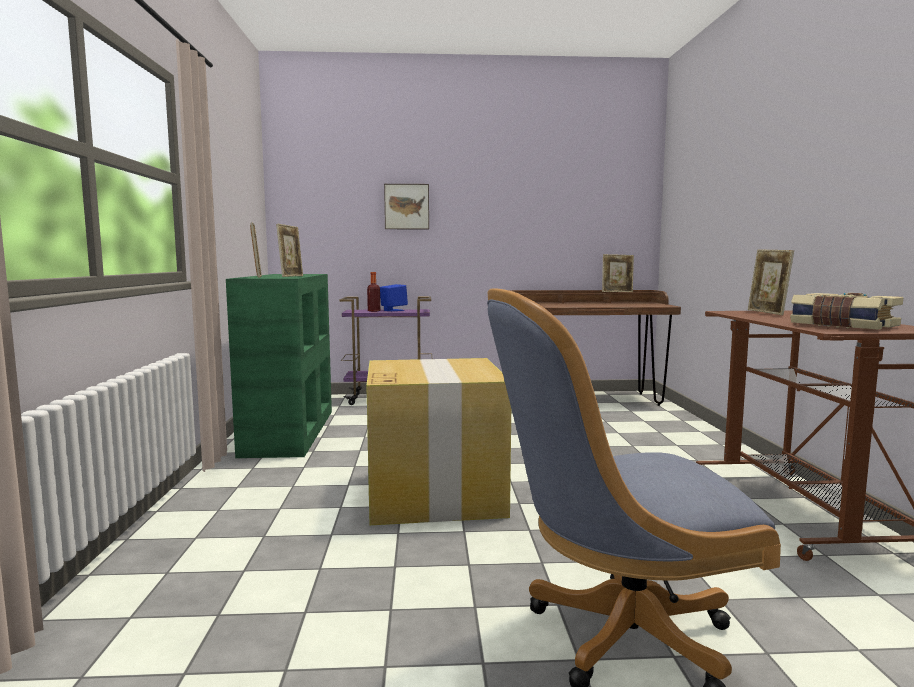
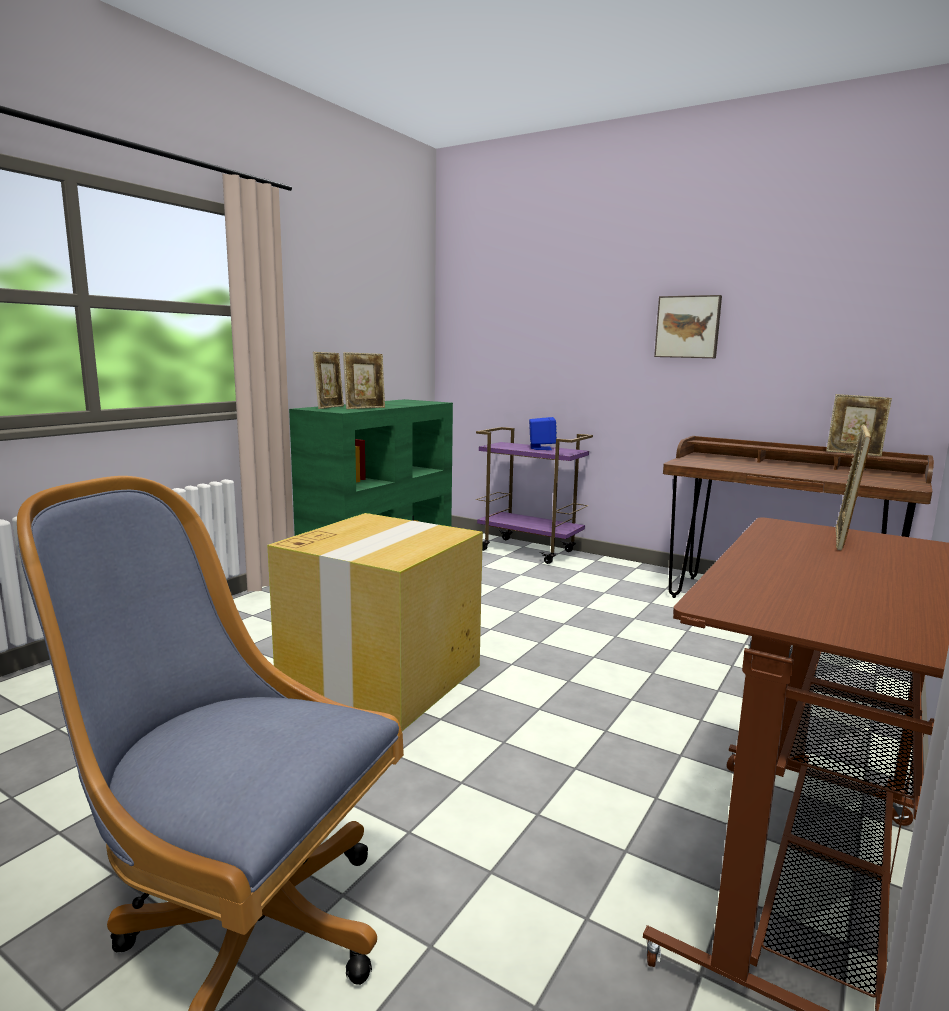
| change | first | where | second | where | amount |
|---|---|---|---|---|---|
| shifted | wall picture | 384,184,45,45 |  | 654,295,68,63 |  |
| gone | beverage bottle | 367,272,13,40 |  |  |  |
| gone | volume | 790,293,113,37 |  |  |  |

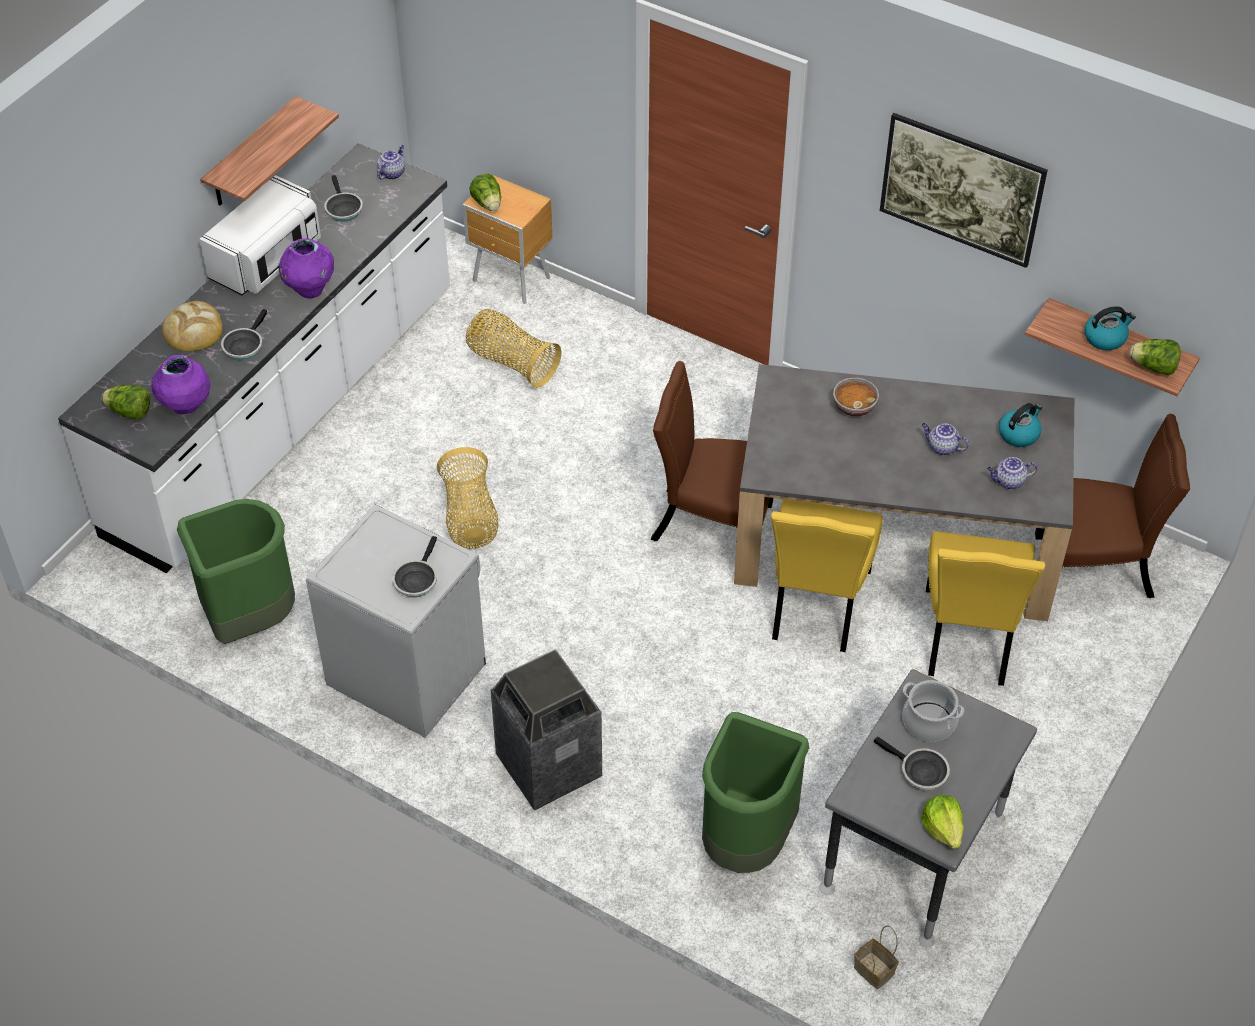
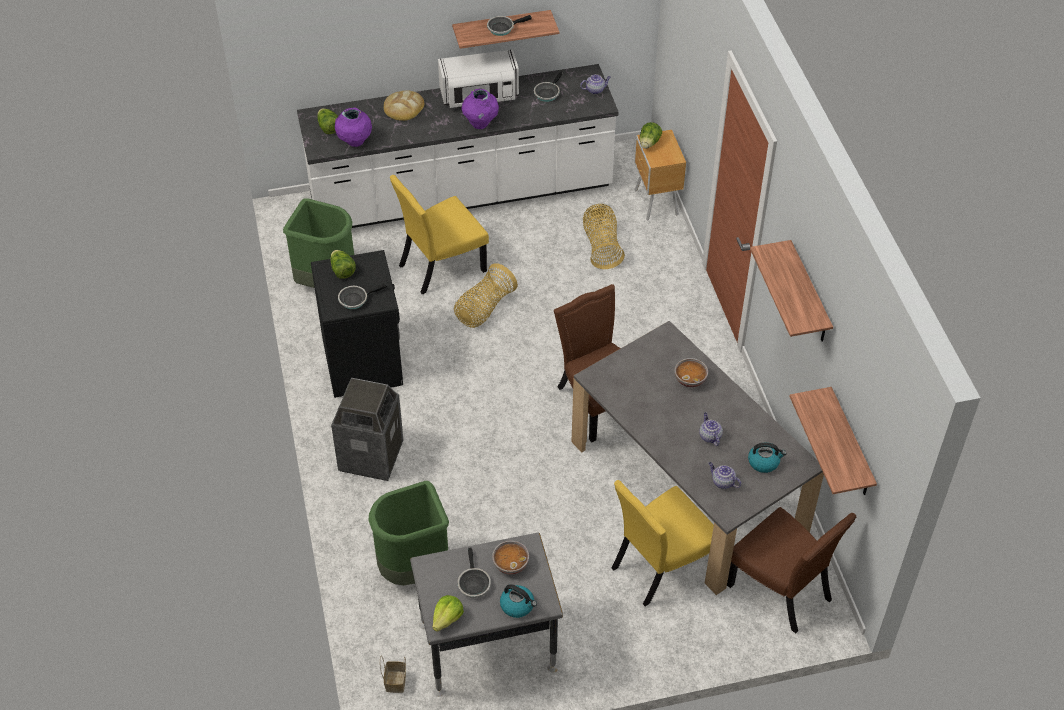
| change | first | where | second | where | amount |
|---|---|---|---|---|---|
| swapped | wall picture | 880,113,168,155 | bracket shelf | 750,240,83,101 |  |
| shifted | water kettle | 1084,306,52,45 |  | 500,584,37,34 |  |
| shifted | skillet | 221,309,46,52 |  | 487,15,45,21 |  |
| shifted | lettuce head | 1130,339,51,37 |  | 331,250,25,29 |  |
| shifted | plain chair (yellow) | 771,499,112,153 |  | 390,175,99,119 |  |
| repainted | washing machine (whitish) | 306,504,180,234 | washing machine (black-coloured) | 311,250,92,148 |  |
| swapped | stockpot | 902,680,62,62 | bowl | 492,541,37,34 |  |

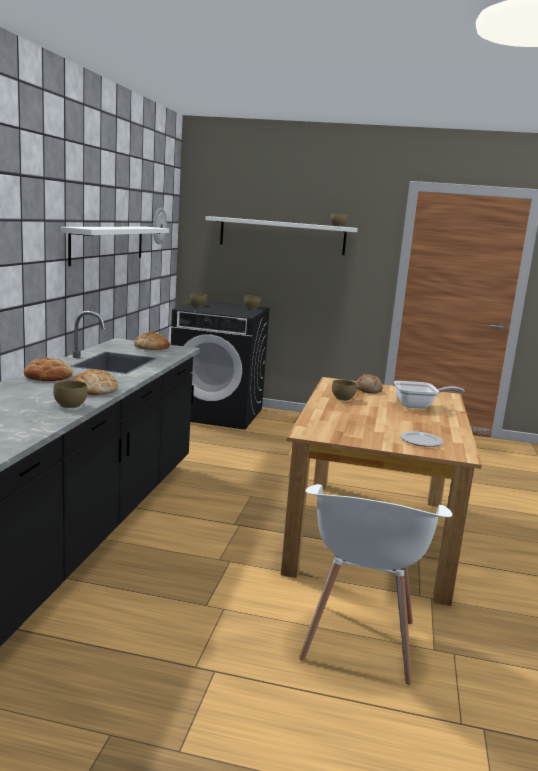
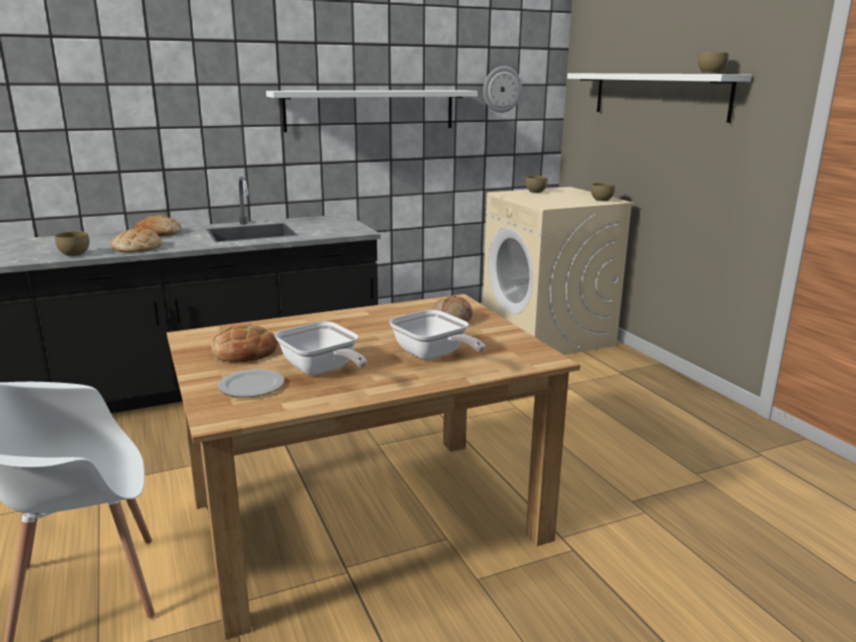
| change | first | where | second | where | amount |
|---|---|---|---|---|---|
| repainted | washing machine (black-coloured) | 171,301,99,129 | washing machine (beige) | 483,187,152,168 |  |
| shifted | baked bread | 134,332,36,18 |  | 211,324,66,38 |  |
| gone | bowl (brown-coloured) | 332,380,25,21 |  |  |  |
| new |  |  | skillet | 275,321,92,55 |  |

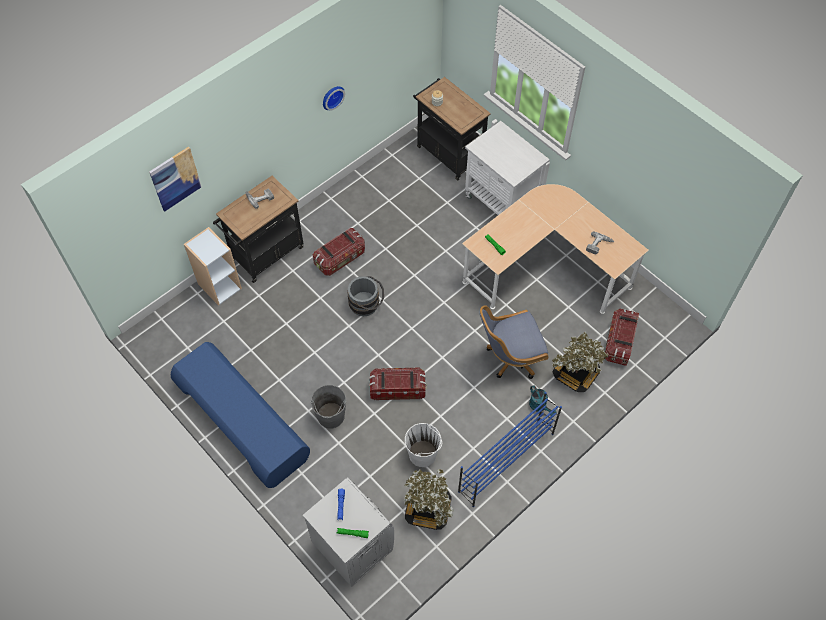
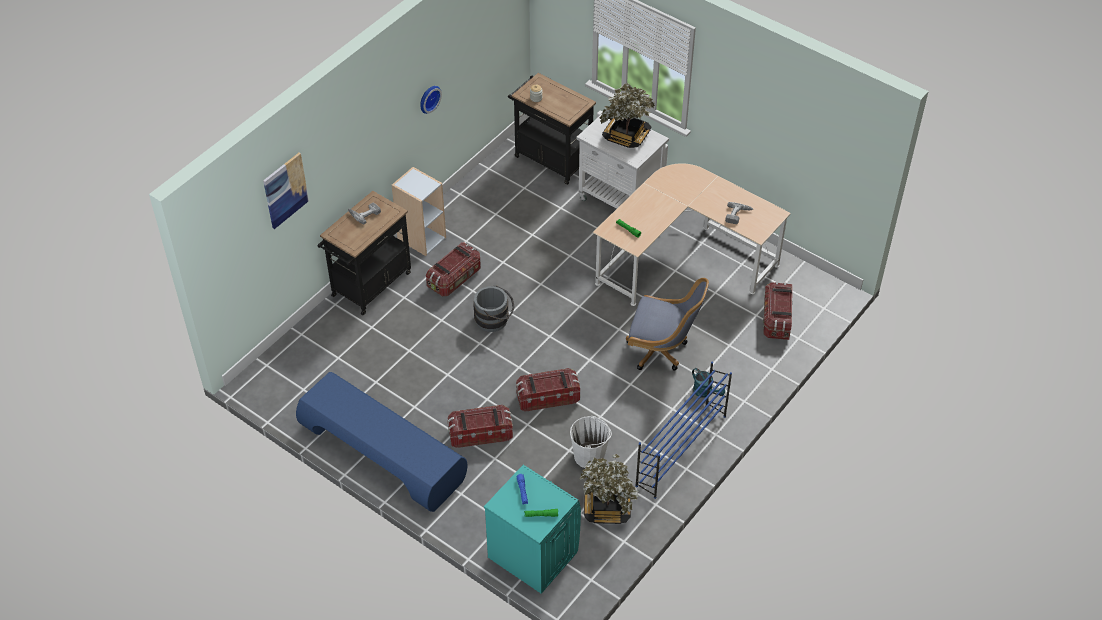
| change | first | where | second | where | amount |
|---|---|---|---|---|---|
| shifted | shelving unit | 184,227,58,79 |  | 392,167,54,89 |  |
| rotated | computer chair (bluish) | 480,305,69,74 |  | 626,278,83,93 | 135 degrees counterclockwise |
| shifted | potted plant | 552,332,56,60 |  | 600,83,56,65 |  |
| swapped | pail (greyish) | 310,385,36,43 | storage bin | 447,405,66,43 |  |
| repainted | washing machine (whitish) | 303,477,91,110 | washing machine (turquoise) | 484,465,97,129 |  |

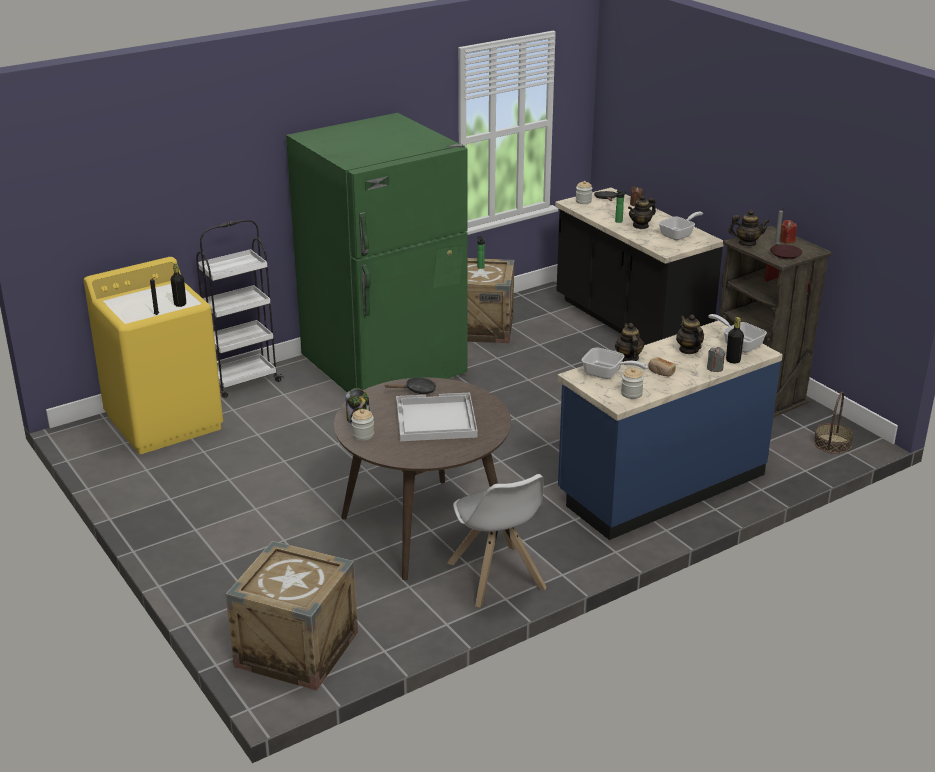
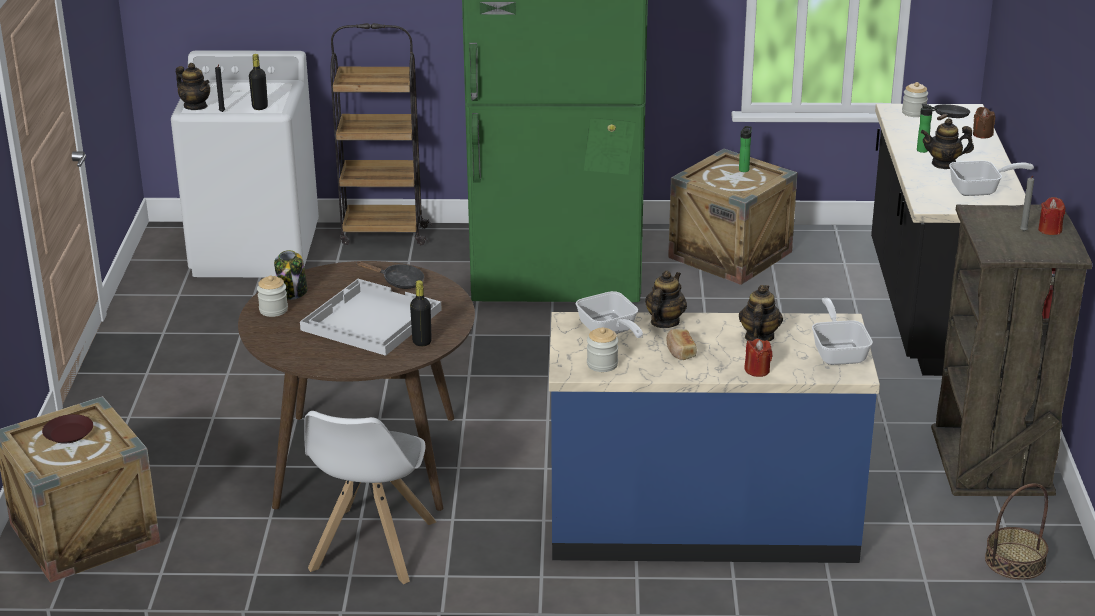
| change | first | where | second | where | amount |
|---|---|---|---|---|---|
| shifted | pot for tea | 728,210,42,36 |  | 176,63,34,47 |  |
| repainted | trolley (whitish) | 196,220,88,178 | trolley (brown-coloured) | 330,23,102,223 |  |
| shifted | flat dish (brown-coloured) | 770,244,32,15 |  | 42,414,51,29 |  |
| repainted | washing machine (yellow) | 84,257,139,197 | washing machine (whitish) | 171,50,148,227 |  |
| shifted | beverage bottle (black-coloured) | 726,317,18,47 |  | 410,280,22,66 |  |
| repainted | candle (greyish) | 707,347,18,25 | candle (reddish) | 744,339,29,38 |  |

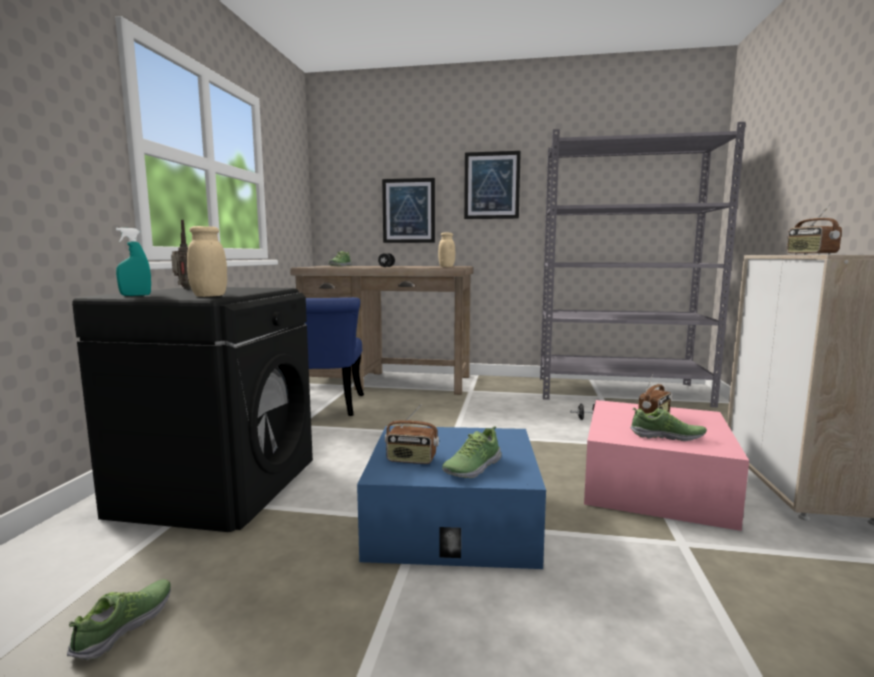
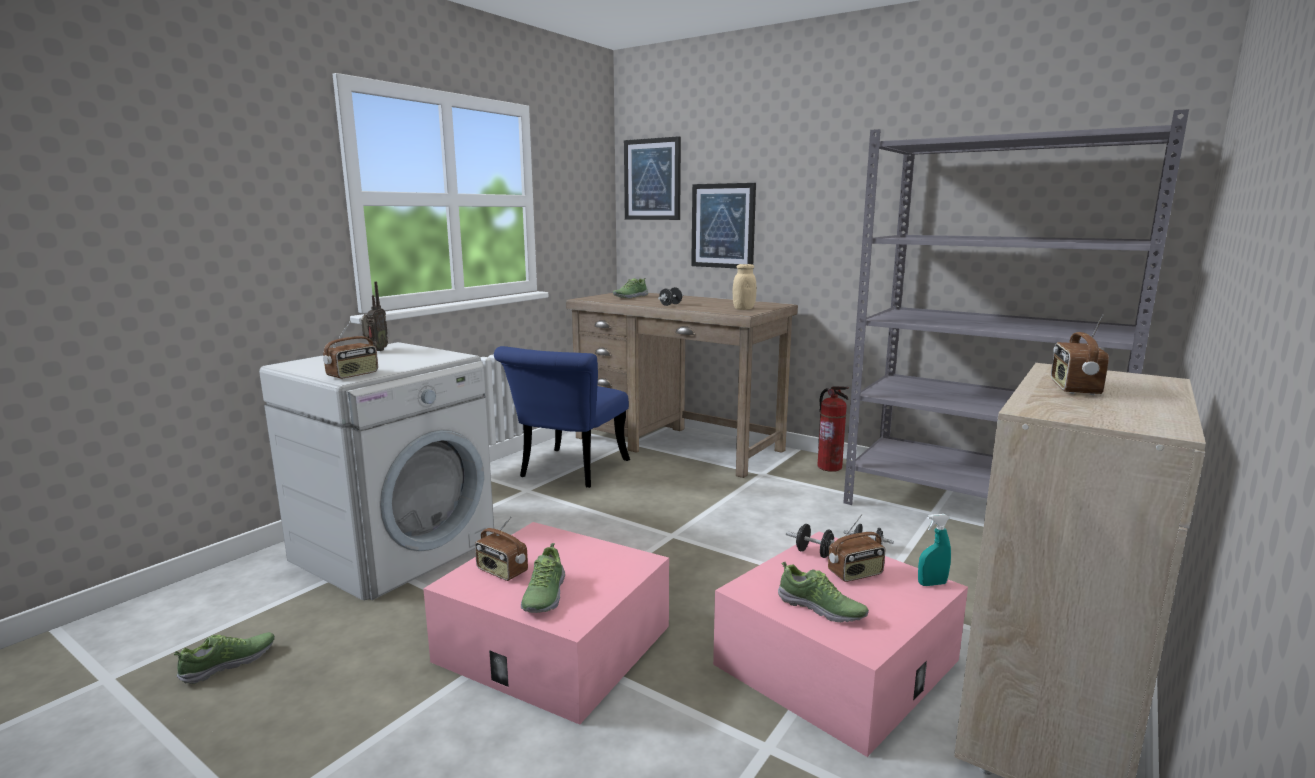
| change | first | where | second | where | amount |
|---|---|---|---|---|---|
| shifted | wall picture | 464,151,57,68 |  | 624,136,57,84 |  |
| swapped | jar (beige) | 187,226,40,71 | radio | 323,321,55,58 |  |
| shifted | spray bottle (turquoise) | 116,228,35,68 |  | 918,514,33,72 |  |
| repainted | washing machine (black-coloured) | 72,287,241,245 | washing machine (whitish) | 259,342,235,258 |  |
| repainted | storage bin (bluish) | 357,426,189,143 | storage bin (pink-coloured) | 423,522,246,203 |  |
| rotated | low shoe | 442,426,60,52 |  | 521,543,44,70 | 60 degrees counterclockwise |
| new |  |  | fire extinguisher | 817,386,32,86 |  |
| new |  |  | hand weight (black-coloured) | 786,524,49,34 |  |

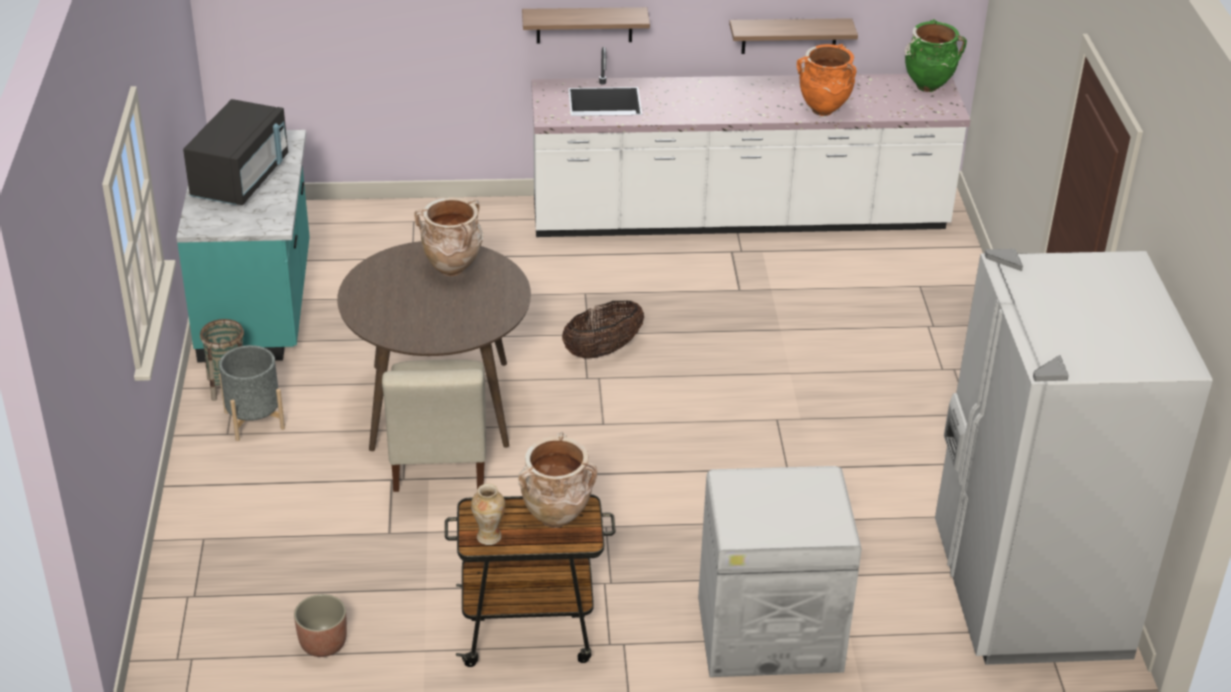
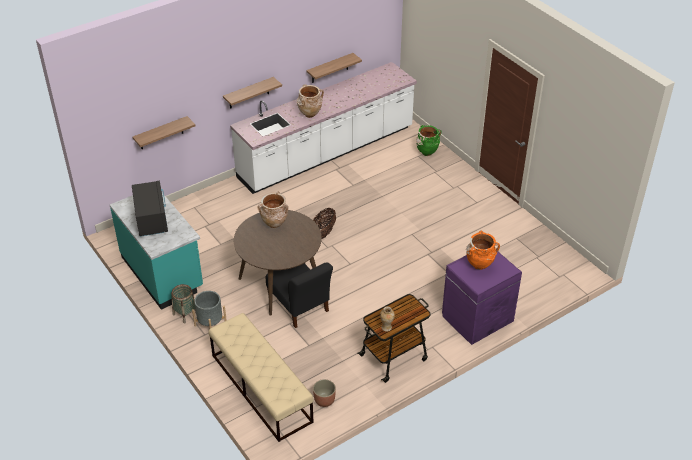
| change | first | where | second | where | amount |
|---|---|---|---|---|---|
| shifted | decorative vase (green-coloured) | 905,19,62,73 |  | 416,125,25,31 |  |
| shifted | decorative vase (orange-coloured) | 797,44,60,72 |  | 466,230,34,40 |  |
| gone | kitchen fridge (whitish) | 935,249,278,416 |  |  |  |
| repainted | plain chair (beige) | 382,360,104,132 | plain chair (black-coloured) | 265,263,68,65 |  |
| shifted | decorative vase (beige) | 518,432,79,96 |  | 297,84,27,34 |  |
| repainted | washing machine (whitish) | 698,466,164,211 | washing machine (purple) | 442,252,80,93 |  |
| new |  |  | bracket shelf | 133,116,63,33 |  |
| new |  |  | bench (beige) | 208,313,106,129 |  |

